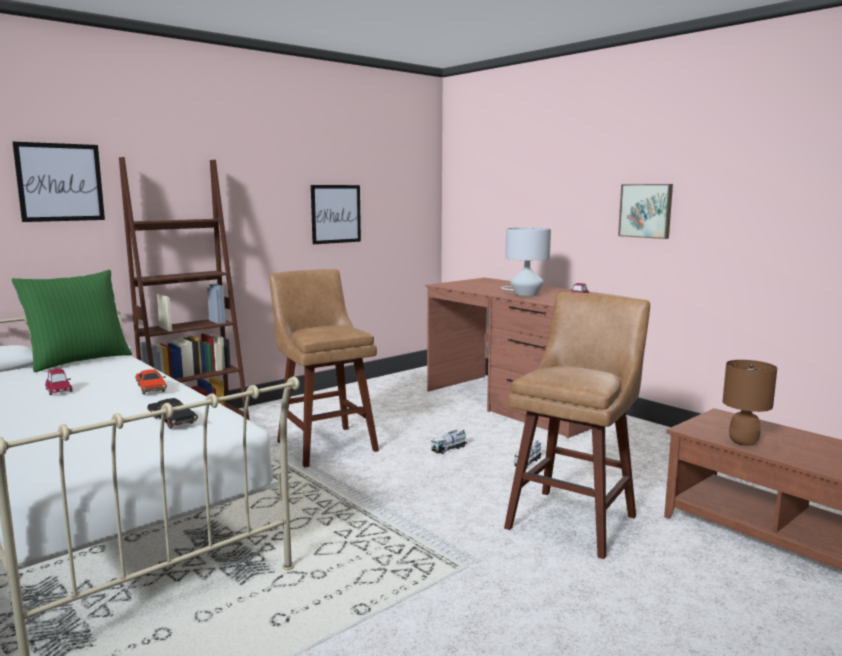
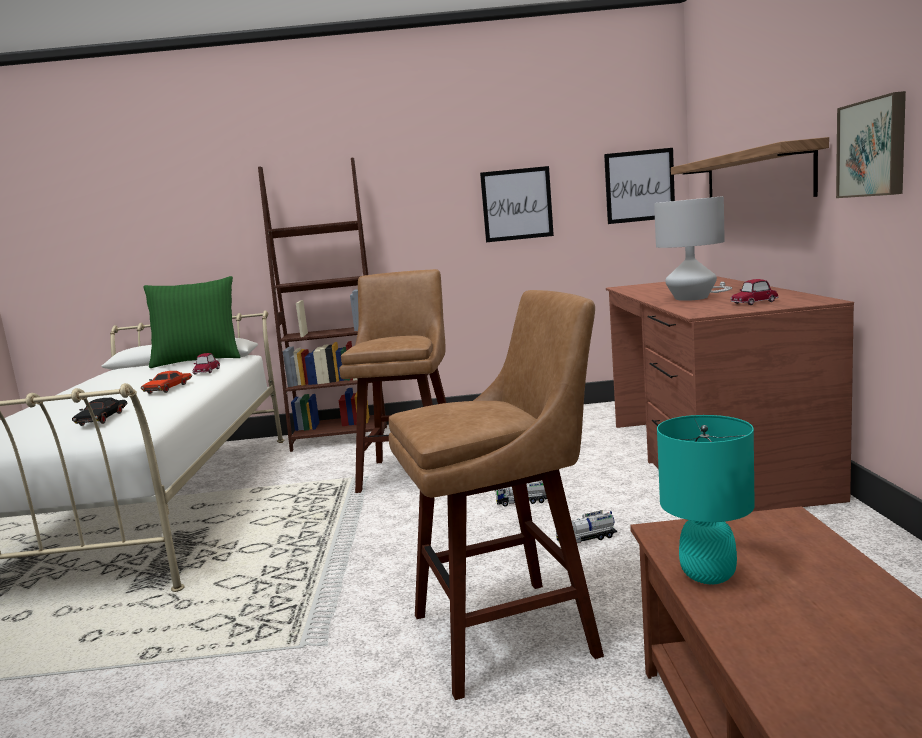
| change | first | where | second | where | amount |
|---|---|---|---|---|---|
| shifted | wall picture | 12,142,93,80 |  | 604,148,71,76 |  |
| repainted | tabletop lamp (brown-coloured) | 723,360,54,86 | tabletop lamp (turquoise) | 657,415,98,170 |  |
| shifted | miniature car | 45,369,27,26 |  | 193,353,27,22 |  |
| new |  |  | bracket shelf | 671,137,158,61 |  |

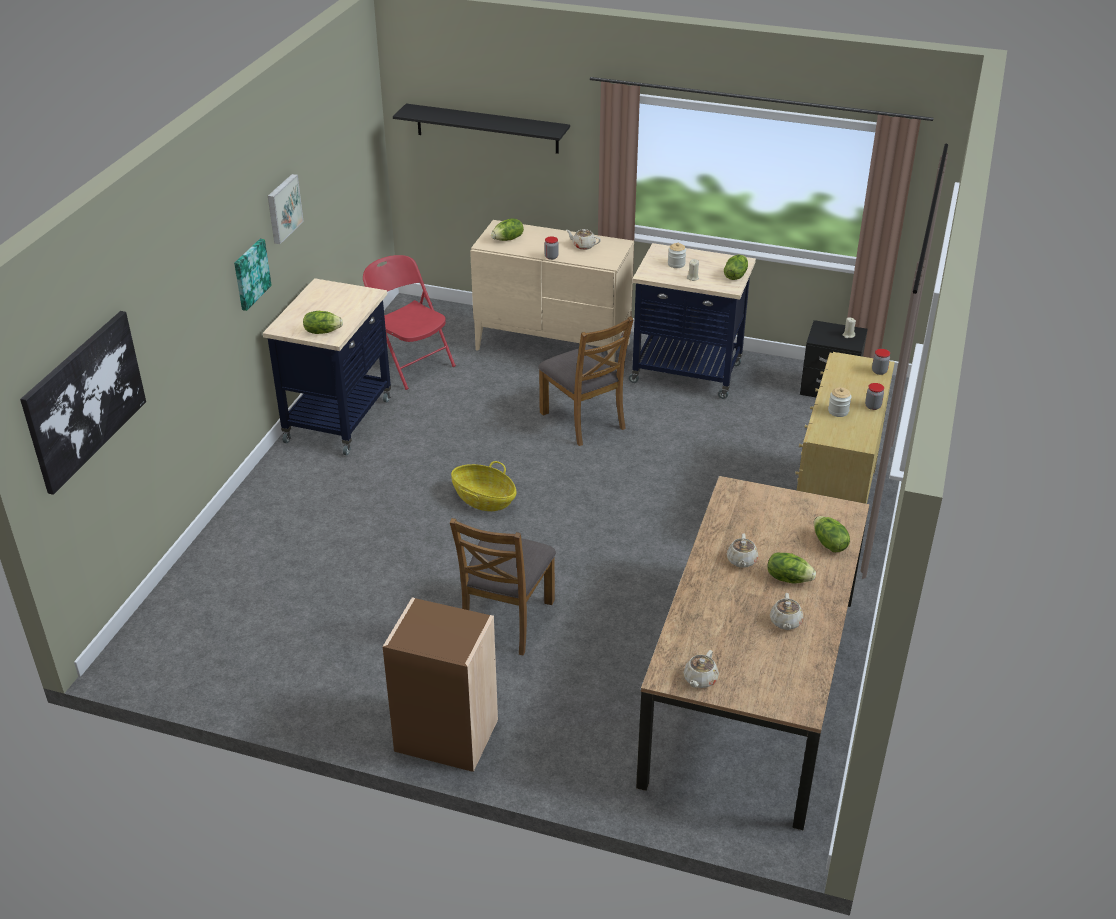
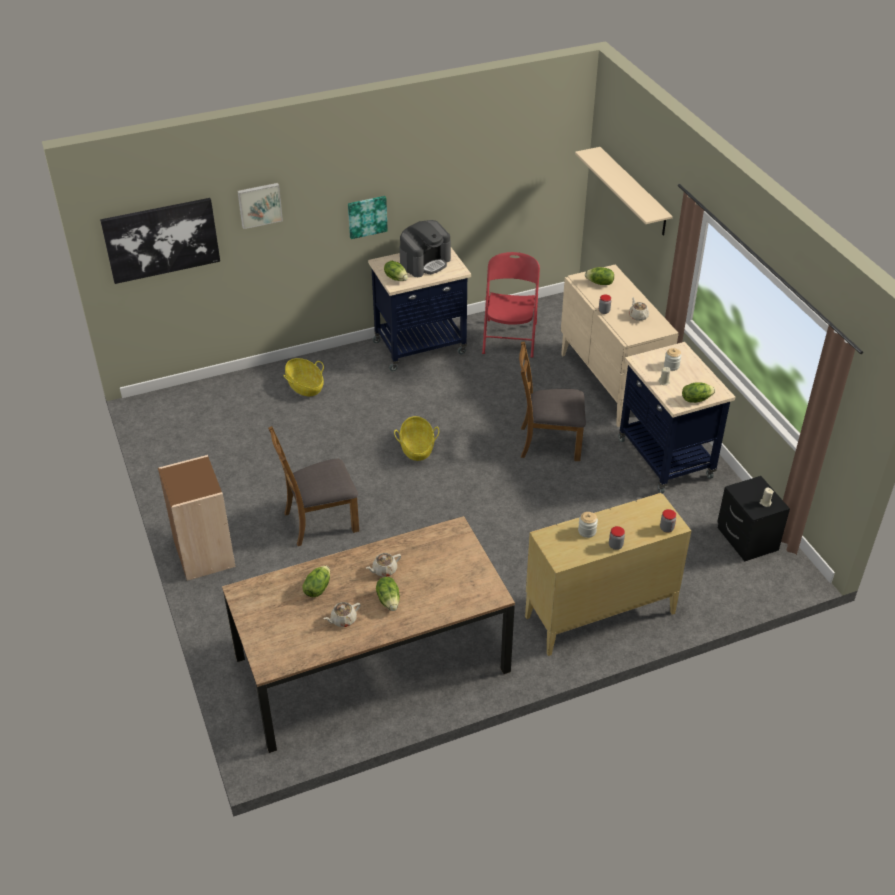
| change | first | where | second | where | amount |
|---|---|---|---|---|---|
| repainted | bracket shelf (black-coloured) | 393,104,177,50 | bracket shelf (beige) | 575,147,98,89 |  |
| shifted | wall picture | 268,174,36,70 |  | 237,183,46,46 |  |
| rotated | plain chair (brown-coloured) | 538,316,96,130 |  | 519,341,67,120 | 75 degrees clockwise |
| shifted | lettuce head | 814,516,36,36 |  | 302,565,28,32 |  |
| gone | pot for tea (beige) | 684,650,35,38 |  |  |  |
| new |  |  | coffee brewer | 400,220,51,57 |  |
| new |  |  | basket | 283,358,41,38 |  |

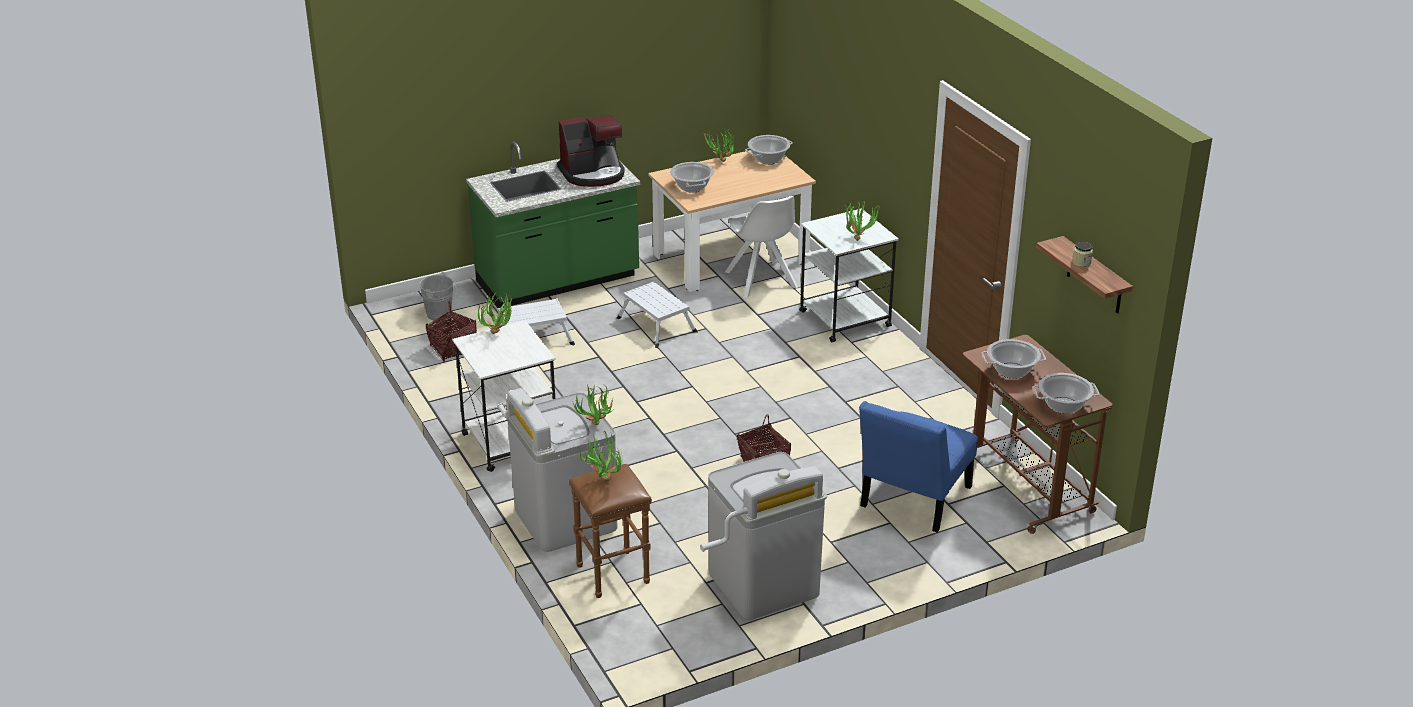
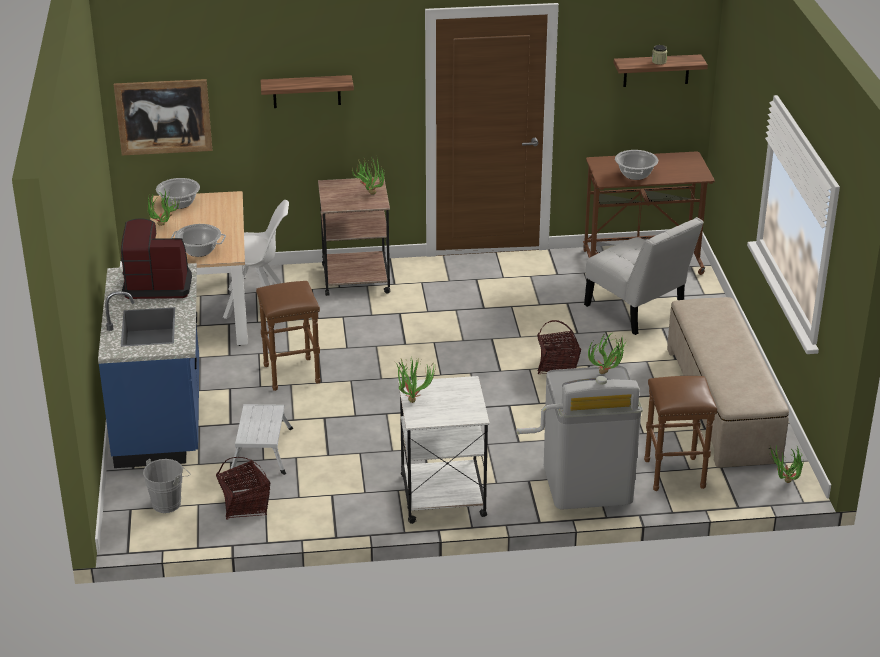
| change | first | where | second | where | amount |
|---|---|---|---|---|---|
| rotated | coffee brewer | 557,115,67,72 |  | 121,218,71,81 | 90 degrees counterclockwise |
| repainted | kitchen counter (green-coloured) | 466,142,174,166 | kitchen counter (bluish) | 98,263,101,205 |  |
| repainted | trolley (whitish) | 799,208,100,134 | trolley (brown-coloured) | 318,177,73,119 |  |
| swapped | stepladder (whitish) | 616,282,82,66 | sitting stool (brown-coloured) | 256,281,65,110 |  |
| gone | stockpot | 1033,373,66,41 |  |  |  |
| repainted | plain chair (bluish) | 859,401,119,131 | plain chair (whitish) | 584,217,120,118 |  |
| shifted | potted plant | 579,431,44,50 |  | 769,444,35,39 |  |
| swapped | washing machine (greyish) | 700,452,127,168 | bench (beige) | 667,297,122,171 |  |
| new |  |  | bracket shelf | 260,75,94,33 |  |
| new |  |  | wall picture | 114,79,98,76 |  |

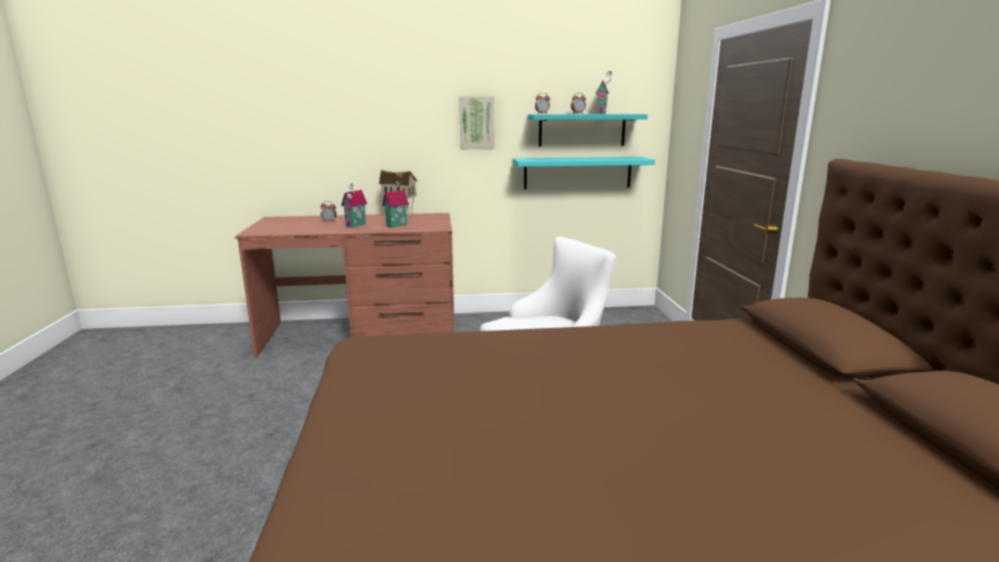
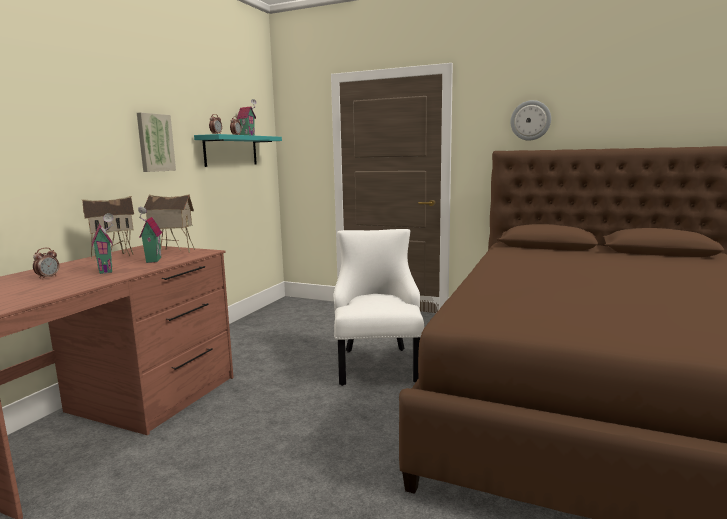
| change | first | where | second | where | amount |
|---|---|---|---|---|---|
| gone | bracket shelf (turquoise) | 513,157,142,32 |  |  |  |
| new |  |  | wall clock | 510,100,41,41 |  |
| new |  |  | miniature house | 144,194,51,59 |  |

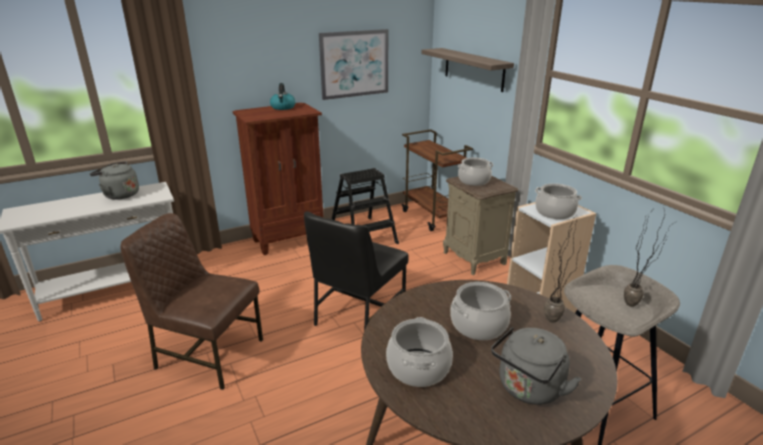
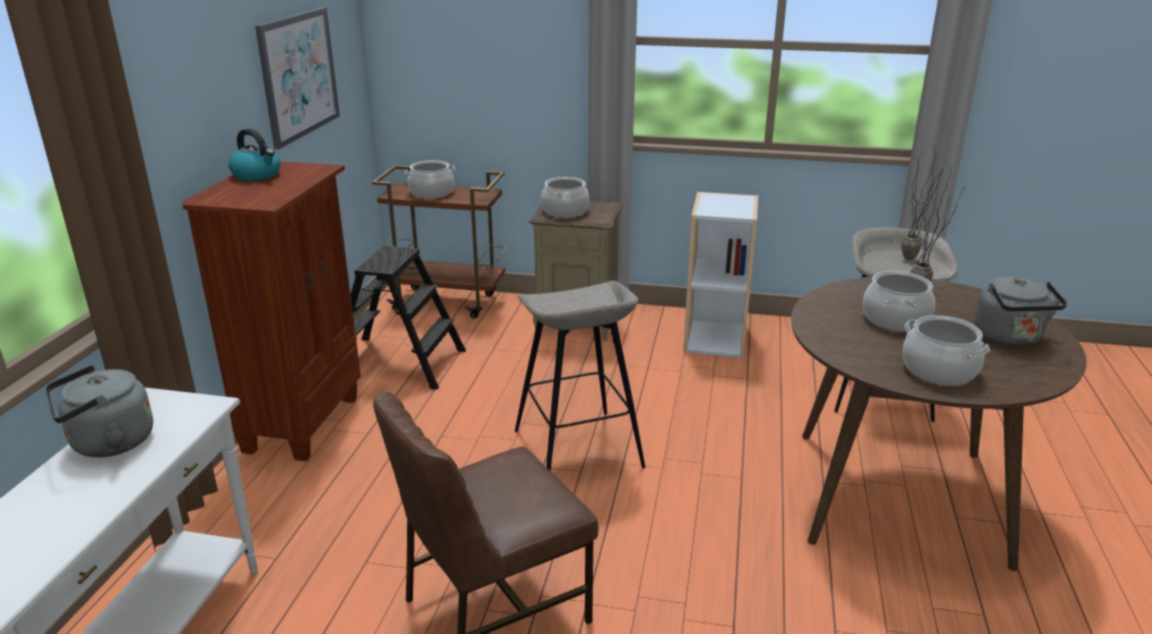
| change | first | where | second | where | amount |
|---|---|---|---|---|---|
| gone | bracket shelf | 421,48,93,44 |  |  |  |
| shifted | stockpot | 535,183,47,36 |  | 404,161,51,38 |  |
| swapped | plain chair (black-coloured) | 304,211,105,120 | sitting stool (greyish) | 515,281,130,190 |  |

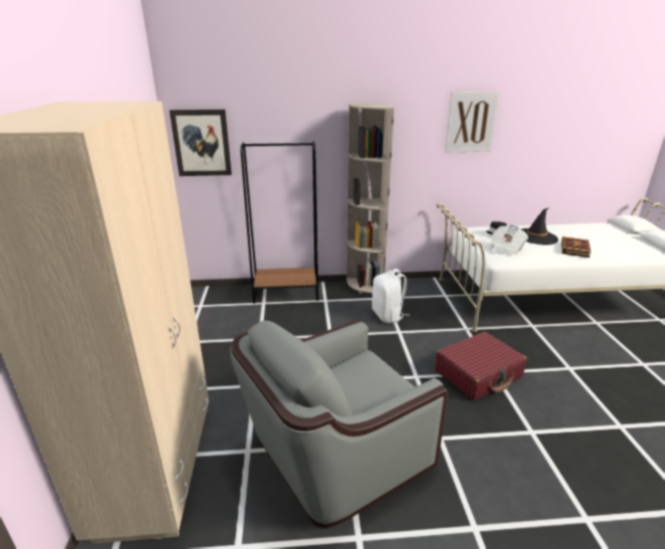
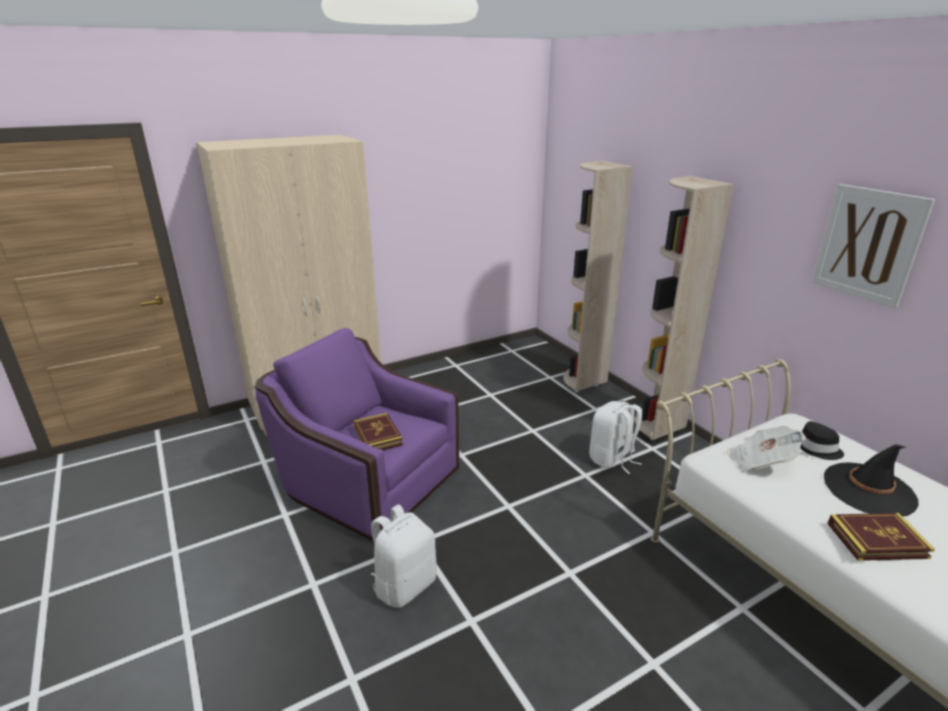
| change | first | where | second | where | amount |
|---|---|---|---|---|---|
| gone | wall picture | 169,109,63,67 |  |  |  |
| swapped | clothes rack | 240,141,79,163 | shelving unit (beige) | 563,161,70,232 |  |
| repainted | lounge chair (greyish) | 230,320,218,208 | lounge chair (purple) | 255,328,204,214 |  |
| gone | travel case (reddish) | 435,332,92,68 |  |  |  |
| new |  |  | volume | 354,413,49,37 |  |
| new |  |  | backpack (whitish) | 371,504,66,104 |  |

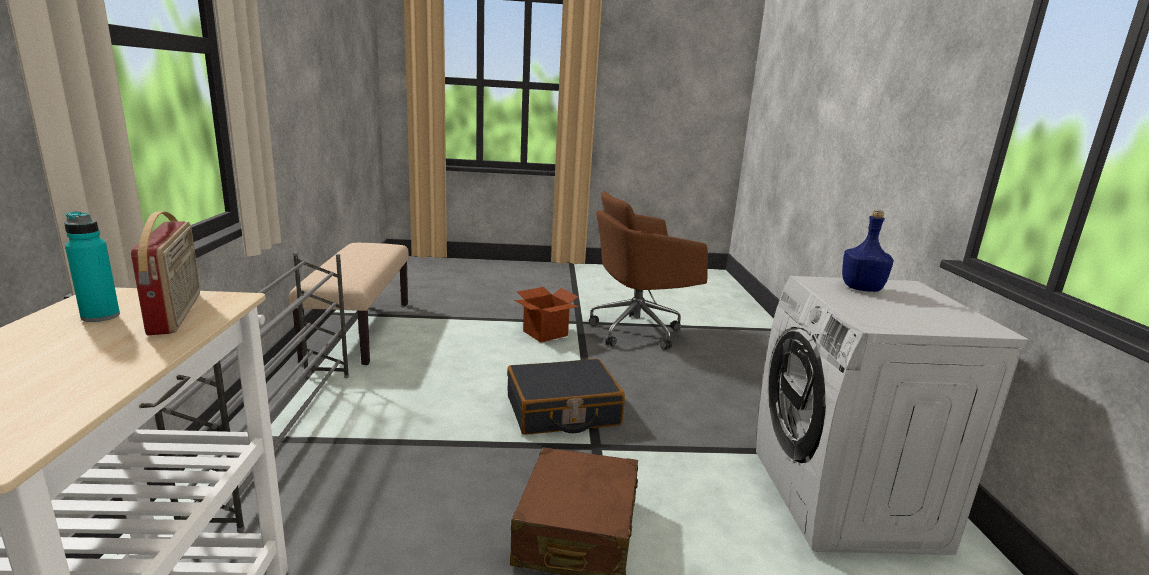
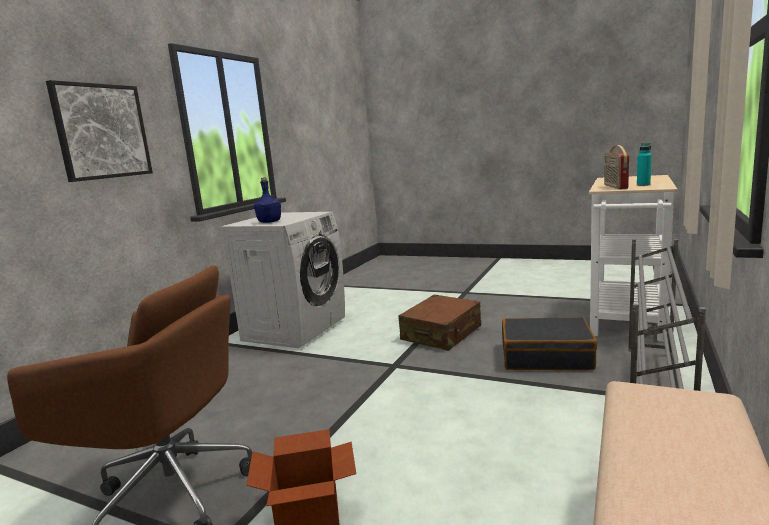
| change | first | where | second | where | amount |
|---|---|---|---|---|---|
| shifted | travel case (black-coloured) | 507,359,118,76 |  | 502,317,95,53 |  |
| new |  |  | wall picture | 46,80,107,102 |  |

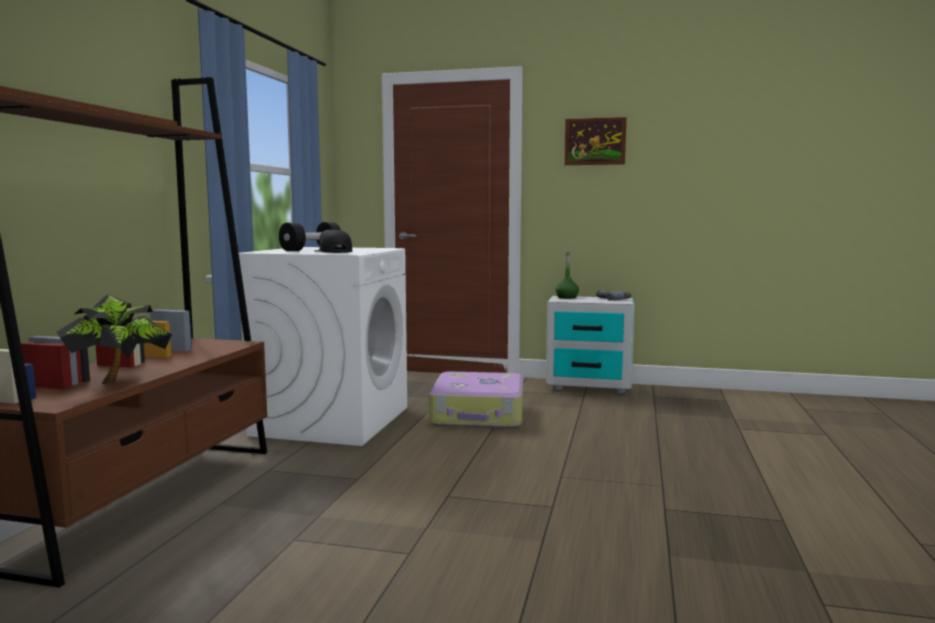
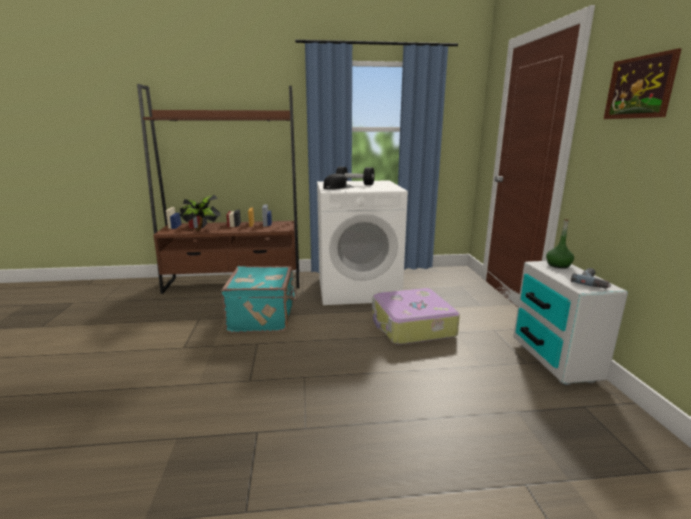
| change | first | where | second | where | amount |
|---|---|---|---|---|---|
| new |  |  | travel case (turquoise) | 221,266,76,66 |  |

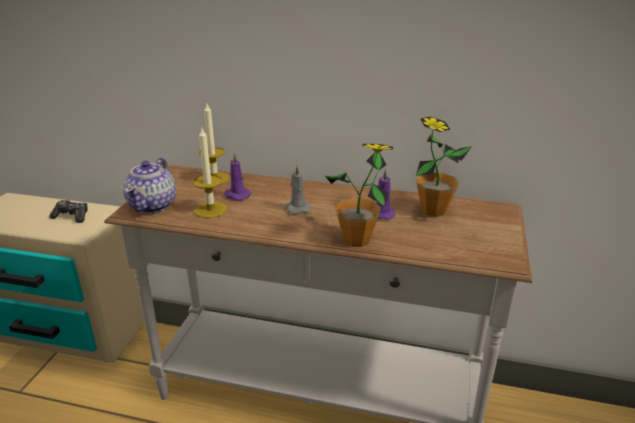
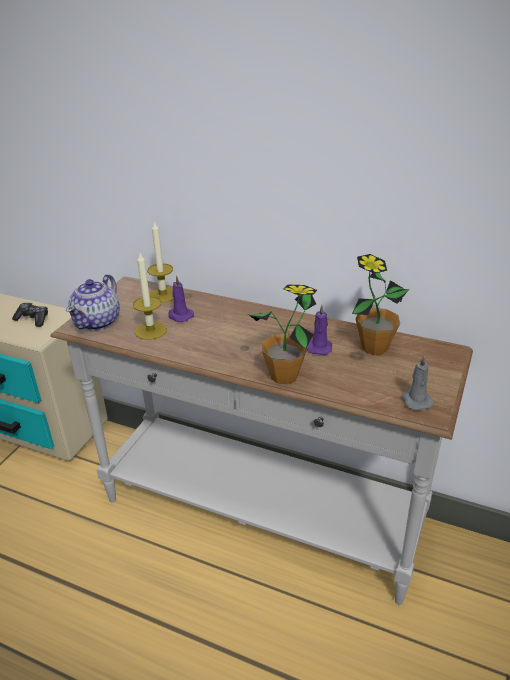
| change | first | where | second | where | amount |
|---|---|---|---|---|---|
| shifted | candle (greyish) | 286,165,26,49 |  | 402,355,32,56 |  |

